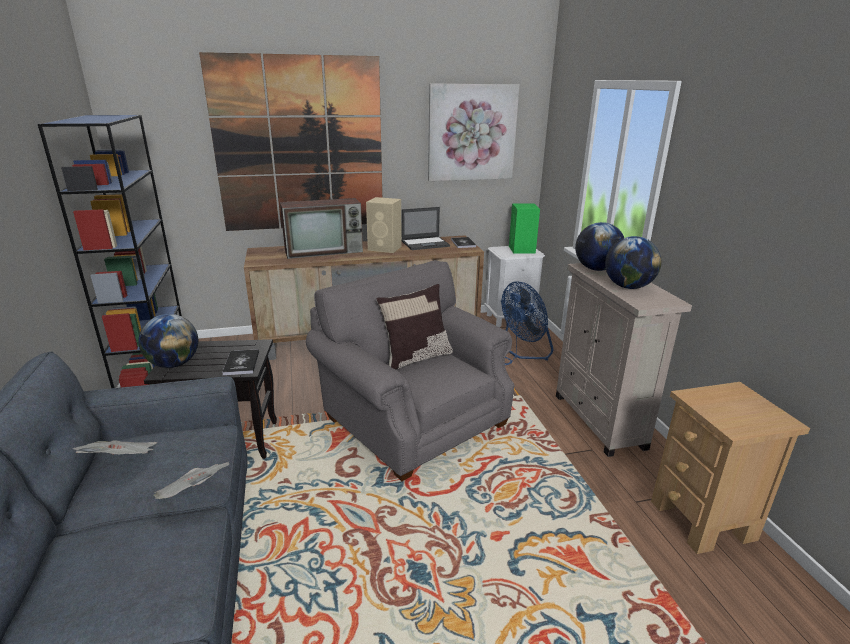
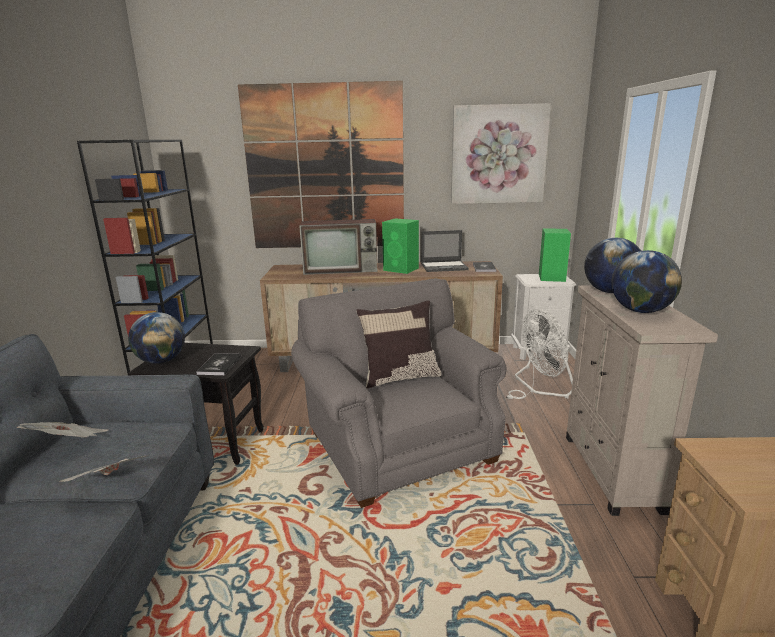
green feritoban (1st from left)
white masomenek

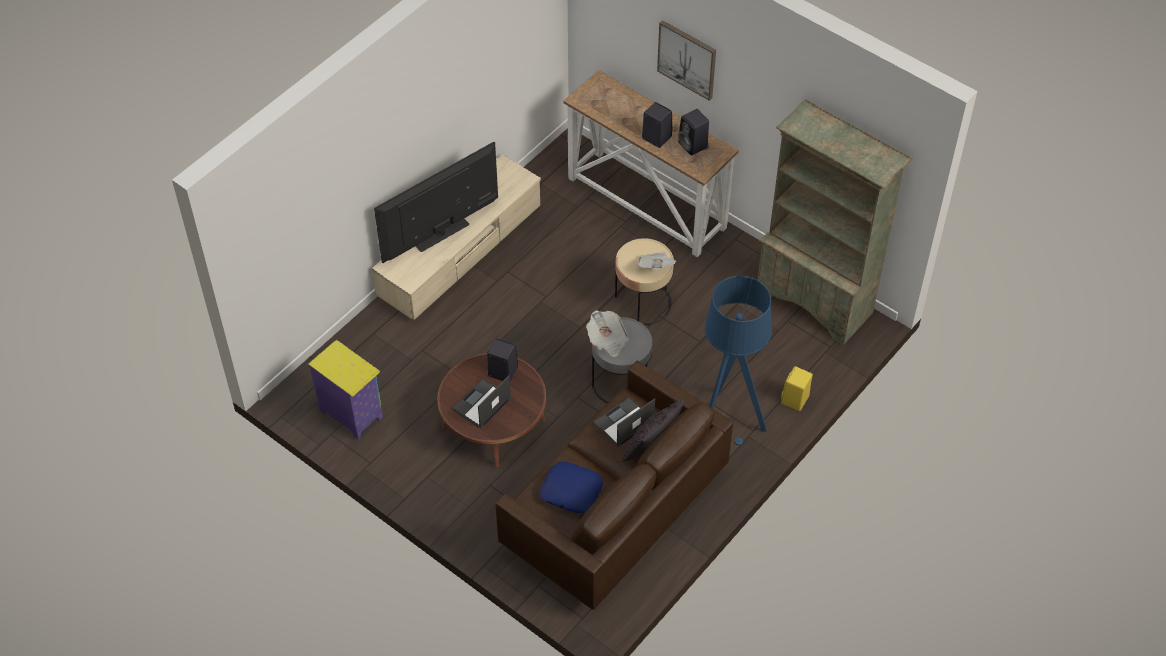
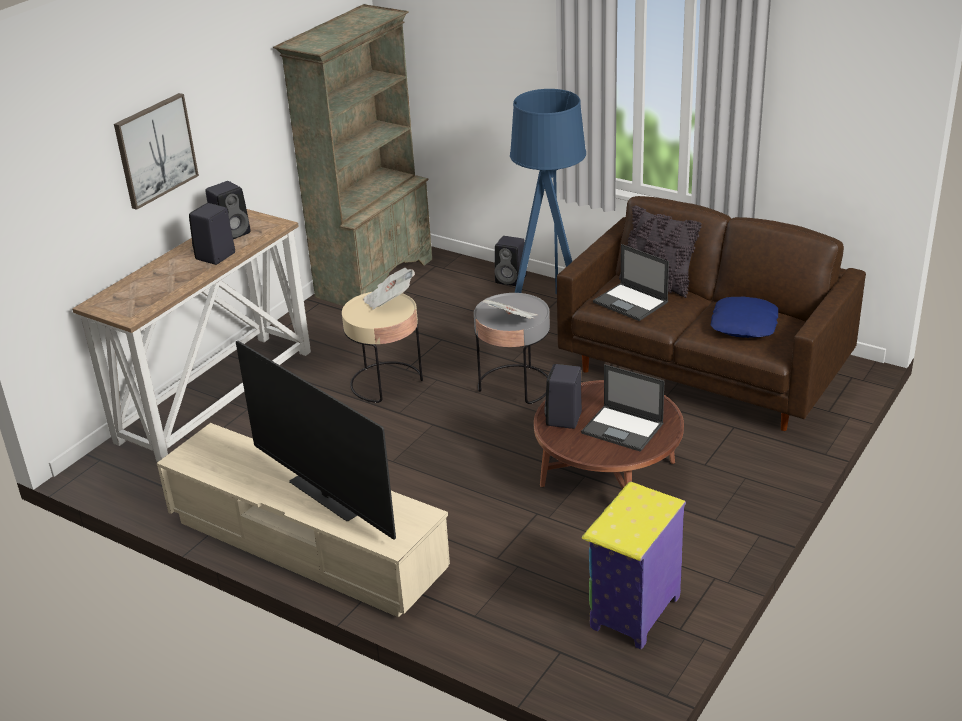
black feritoban (3rd from left)

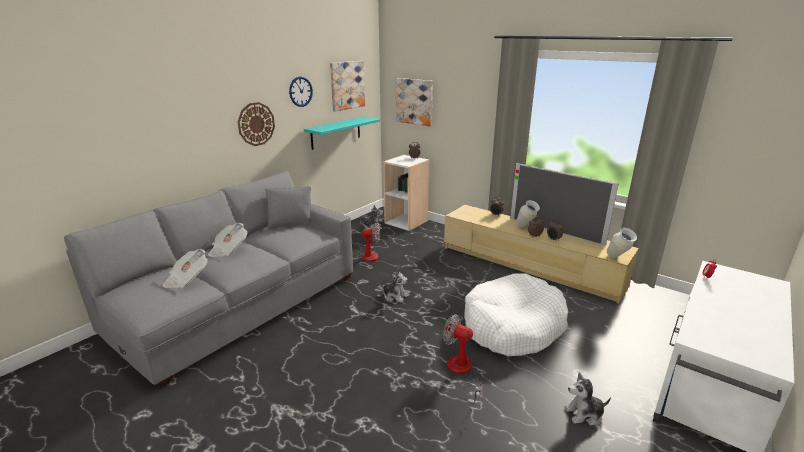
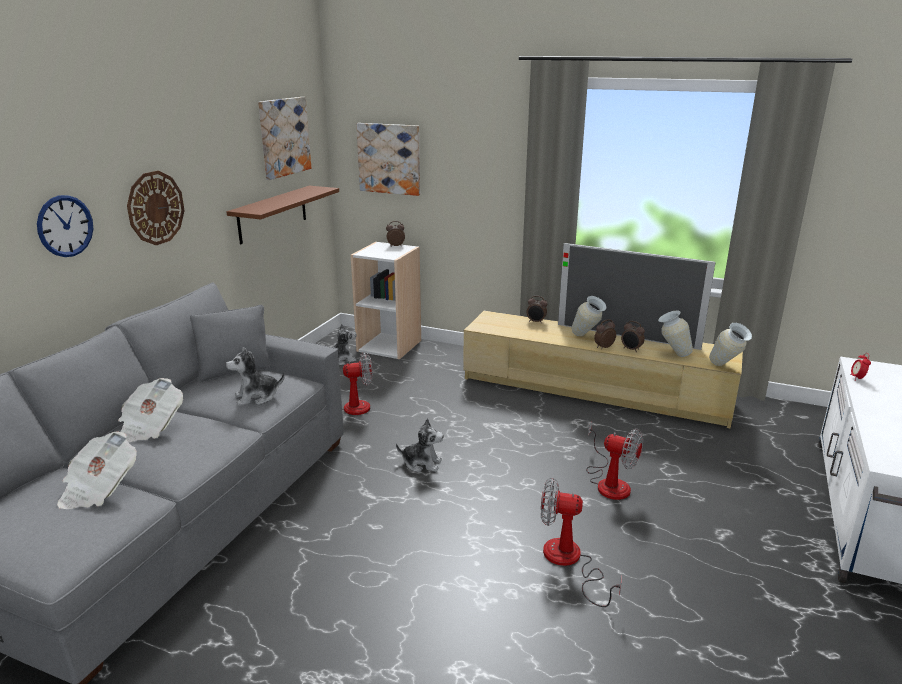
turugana (2nd from left)
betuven (1st from left)
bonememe (1st from left)
masomenek (3rd from left)
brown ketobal

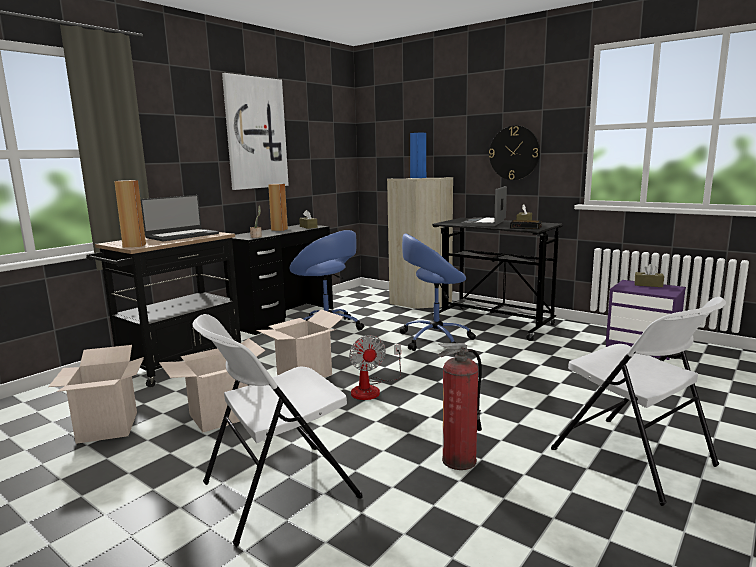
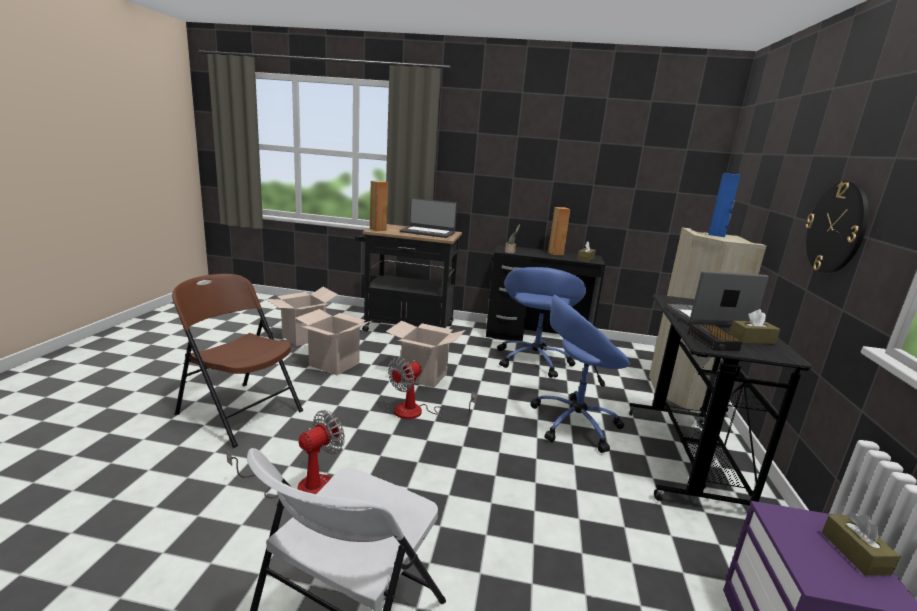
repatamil
masomenek (1st from left)
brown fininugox
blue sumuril (2nd from left)

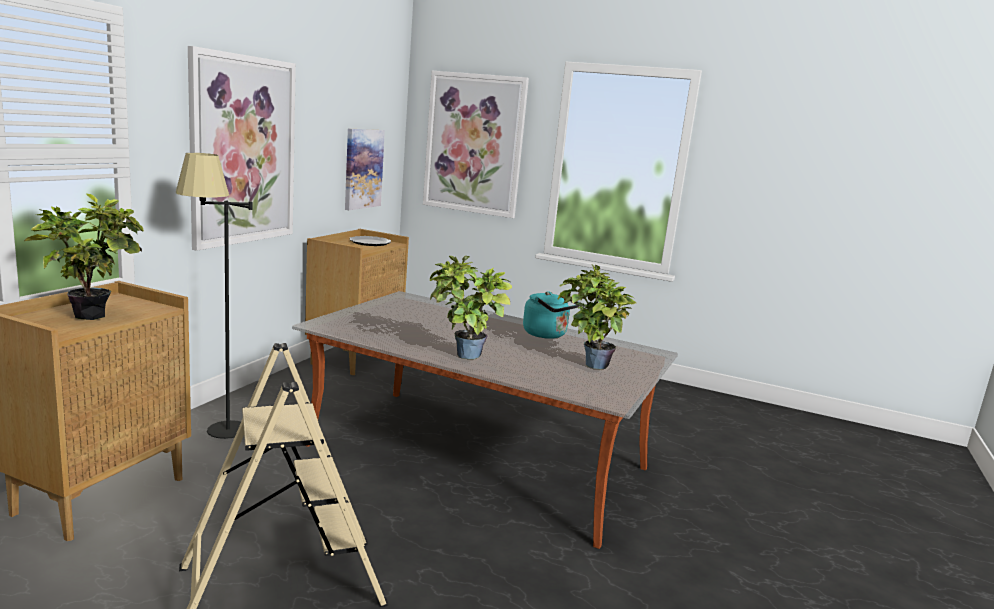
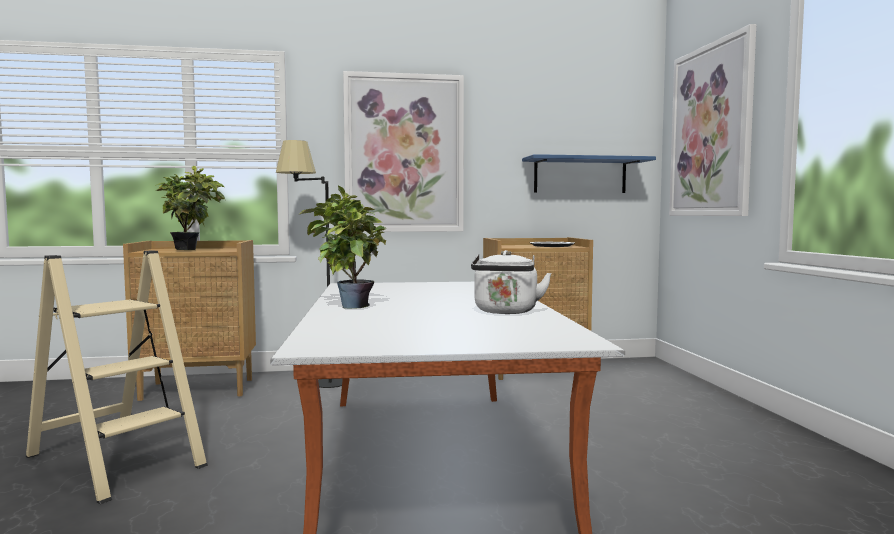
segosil (3rd from left in the first image)
blue ketobal
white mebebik

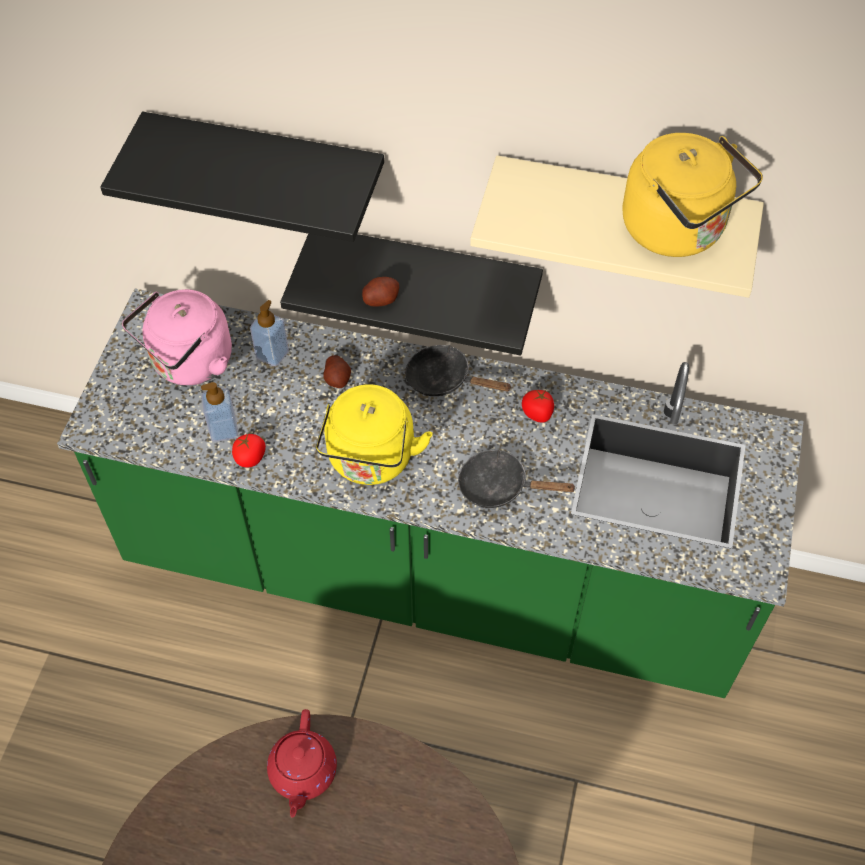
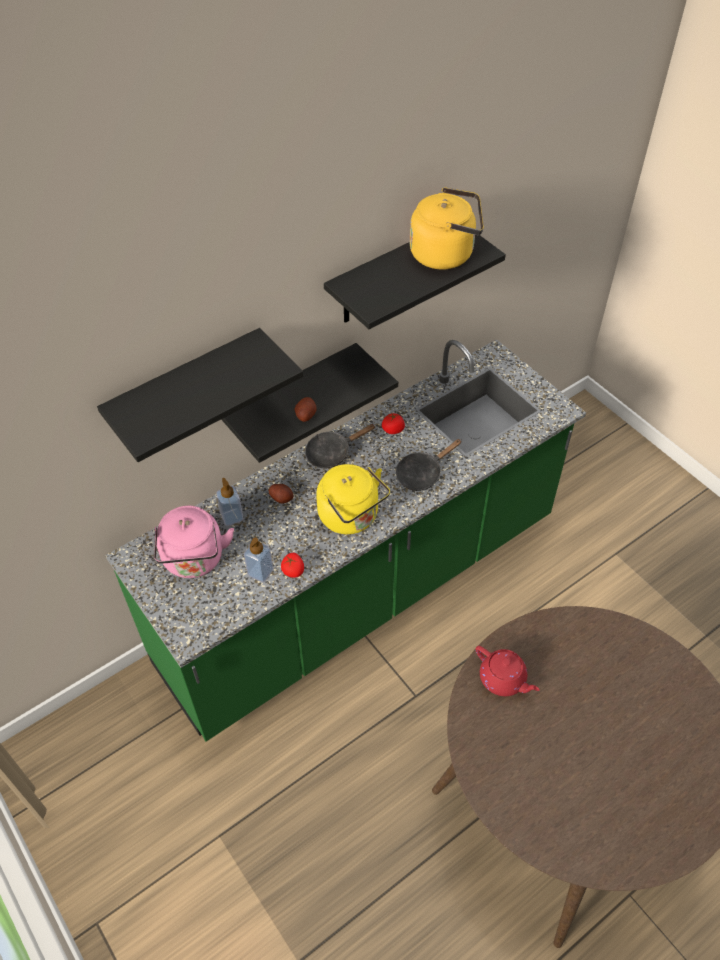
black ketobal (3rd from left)

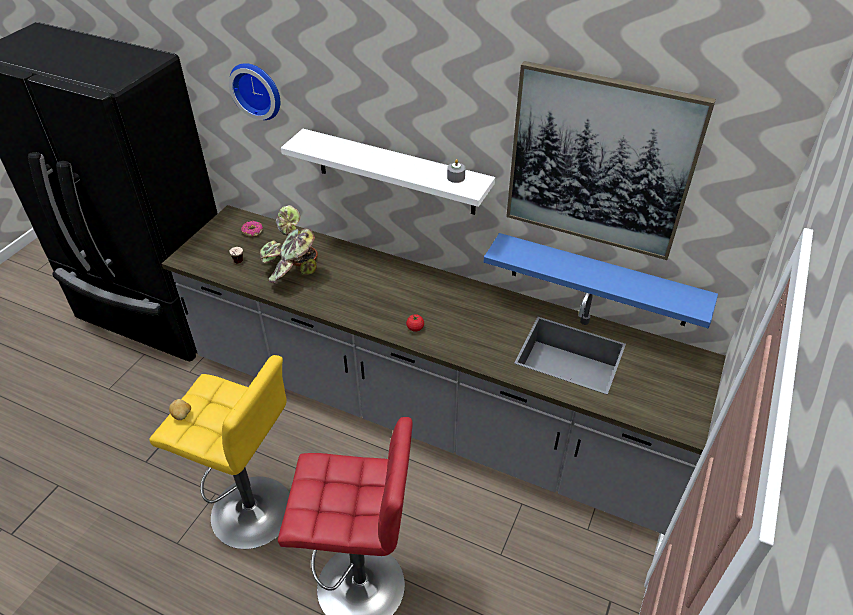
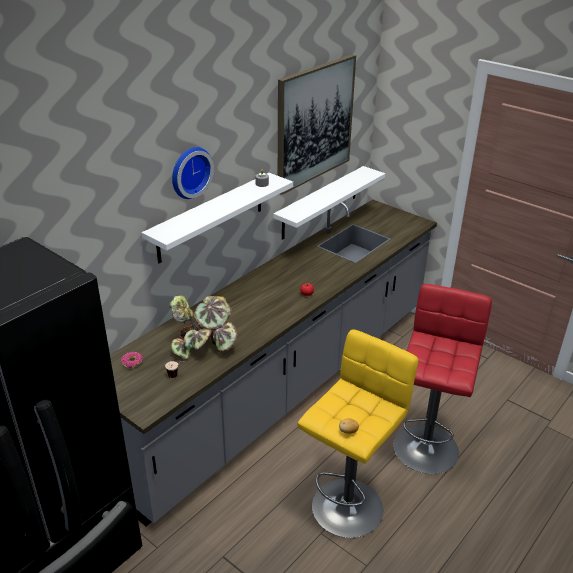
betuven
white ketobal (2nd from left)

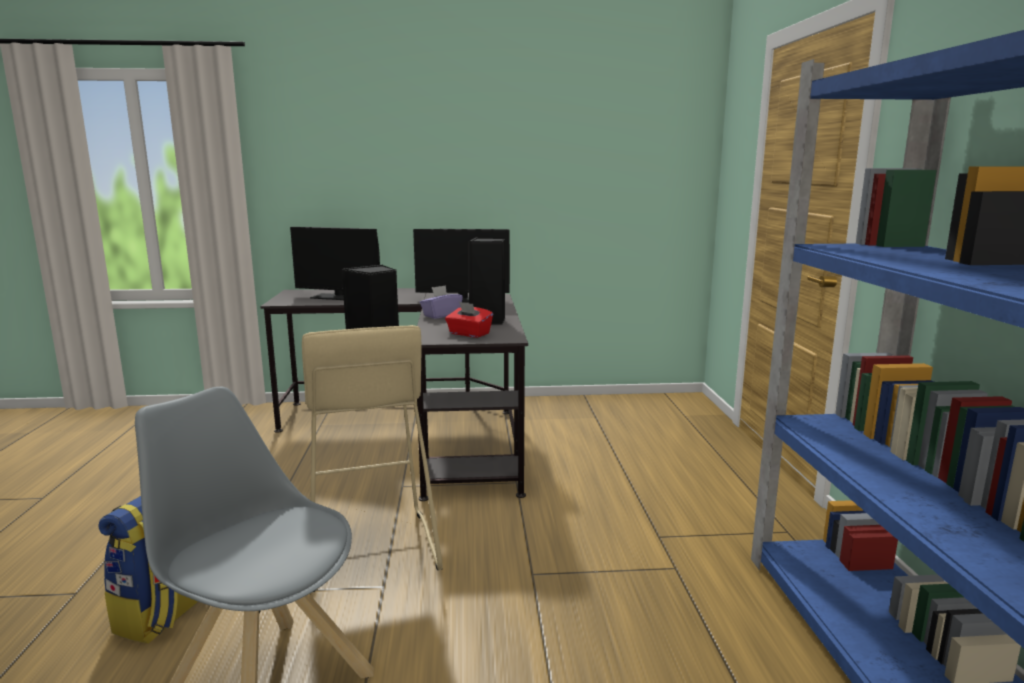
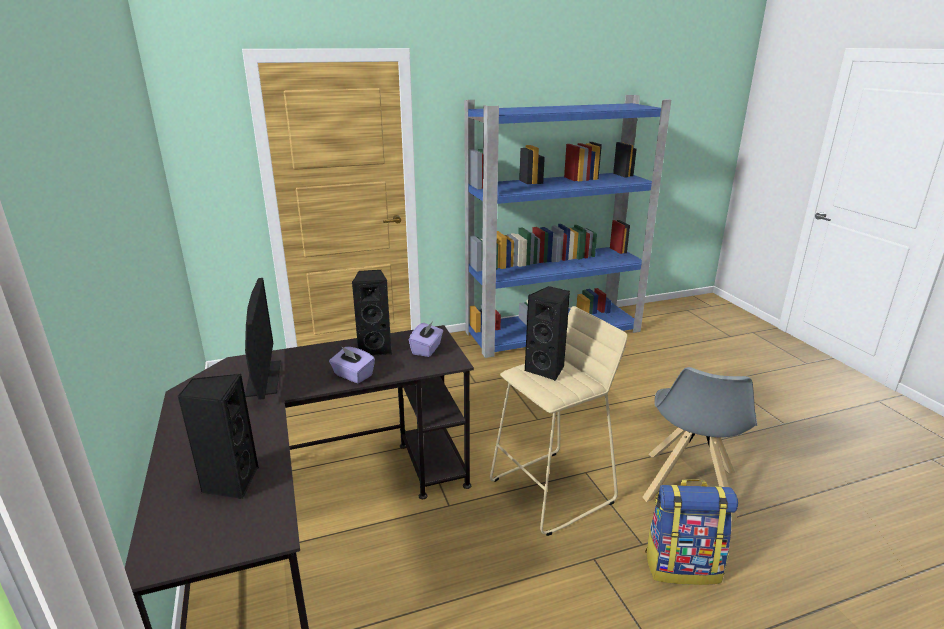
black feritoban (1st from left)
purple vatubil (2nd from left)

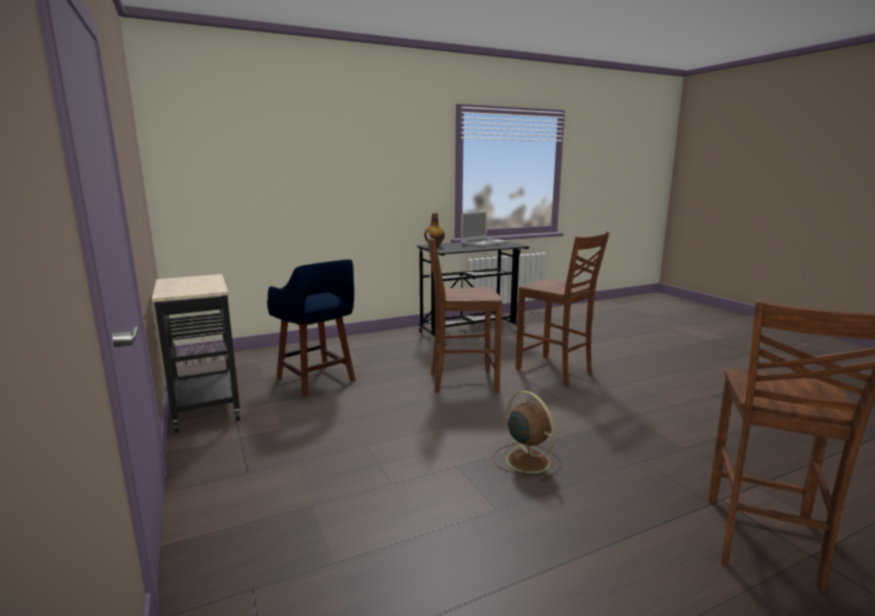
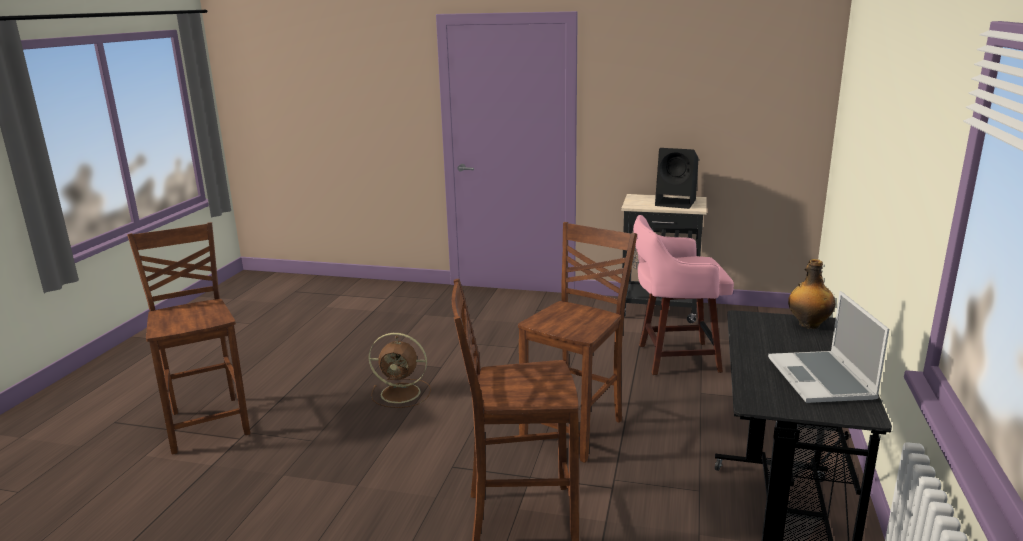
black feritoban
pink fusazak

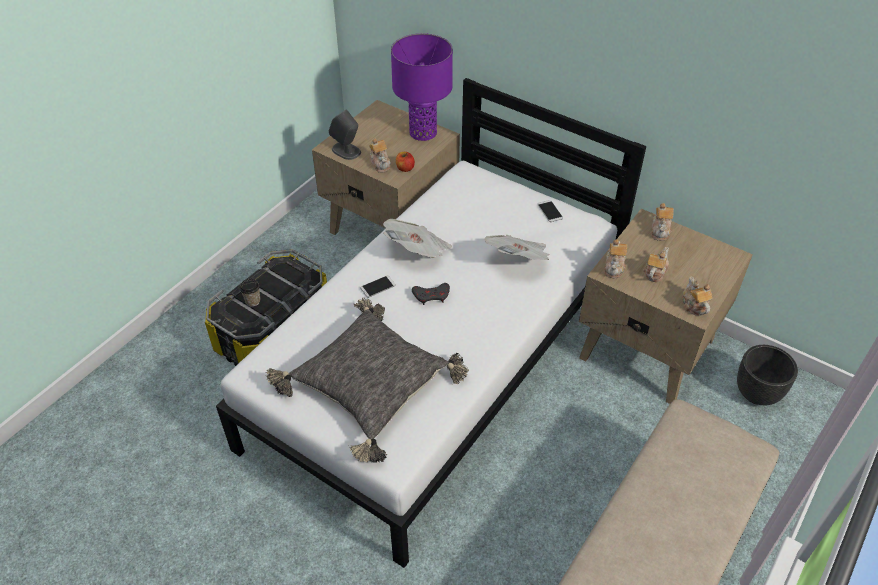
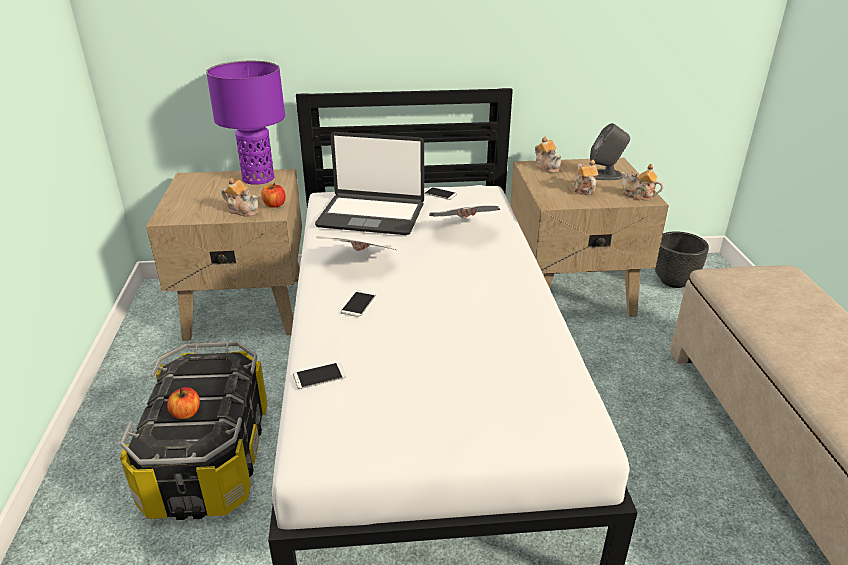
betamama
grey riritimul
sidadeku (2nd from left in the first image)
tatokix (1st from left)
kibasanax
grey feritoban
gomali (1st from left)

